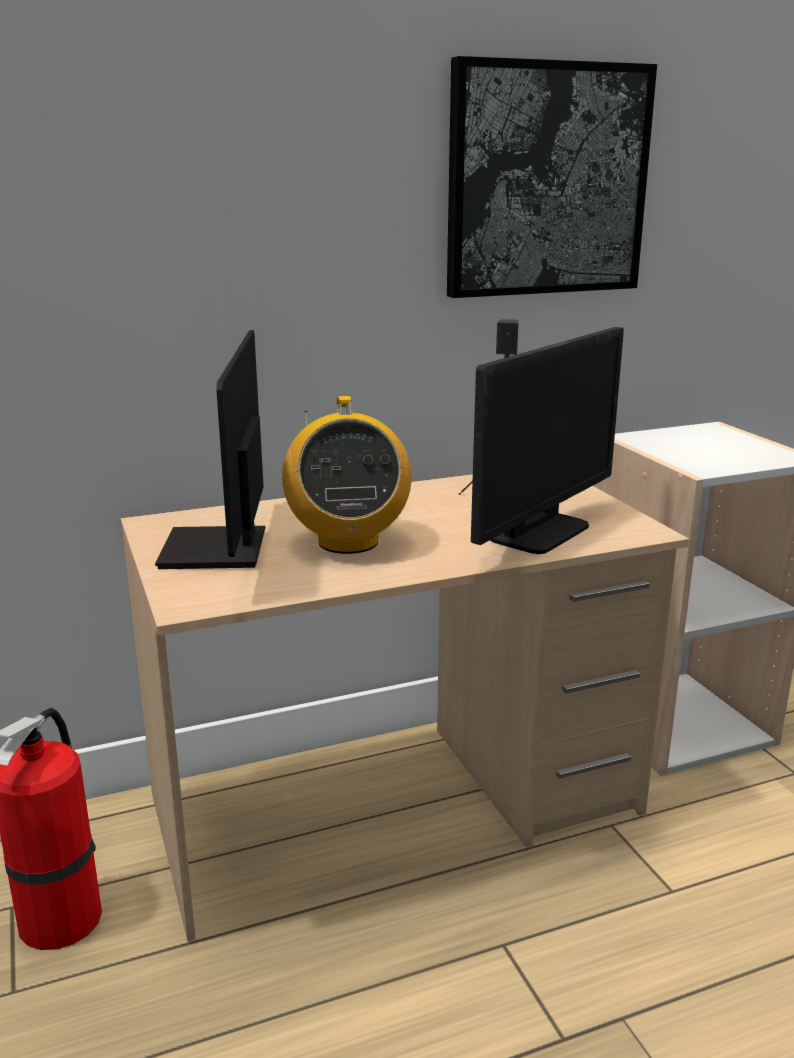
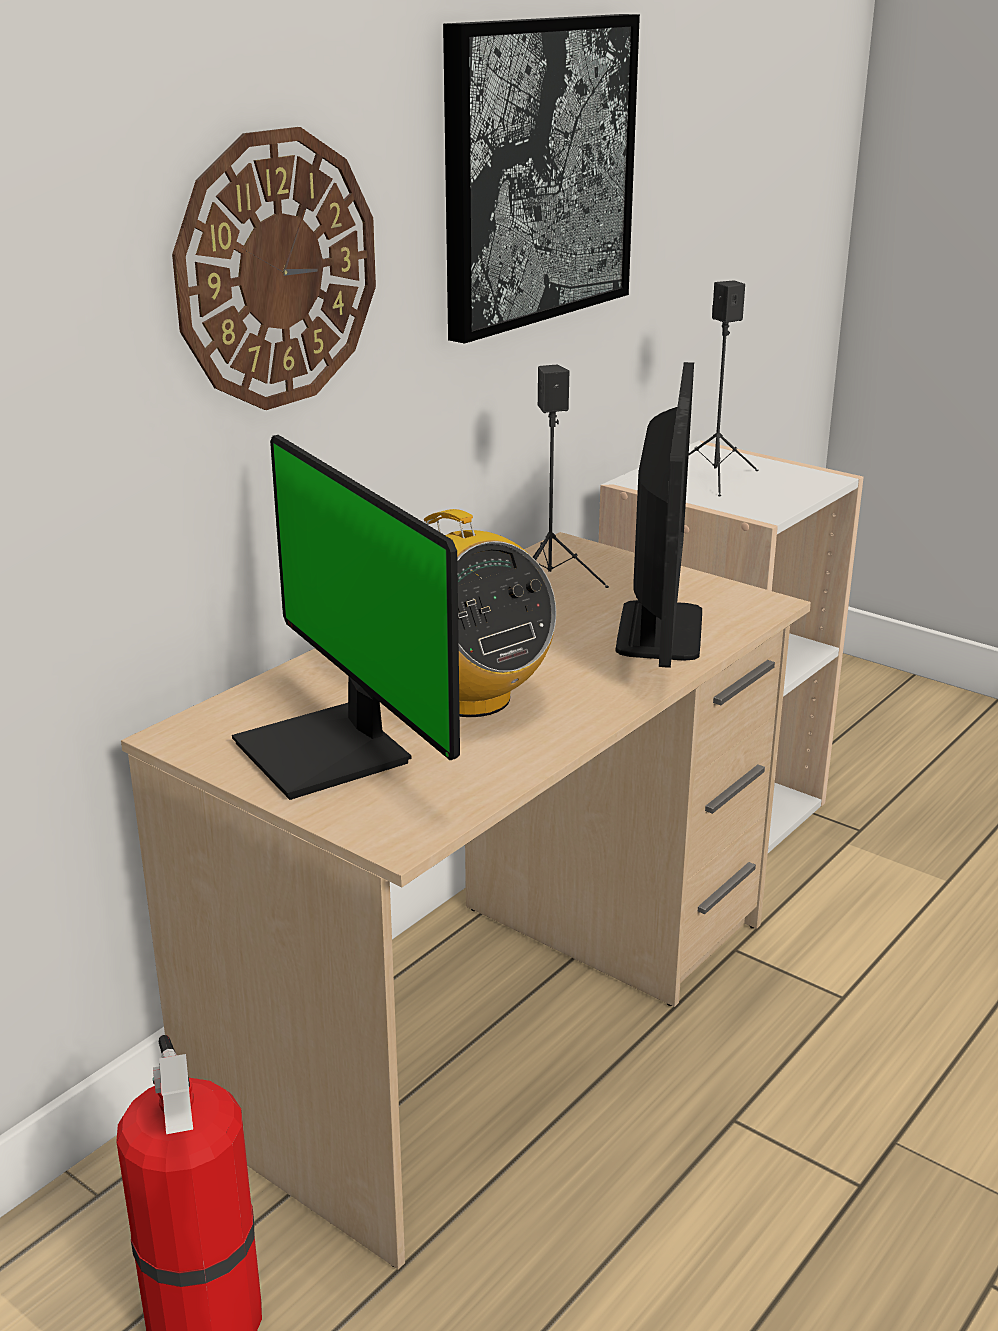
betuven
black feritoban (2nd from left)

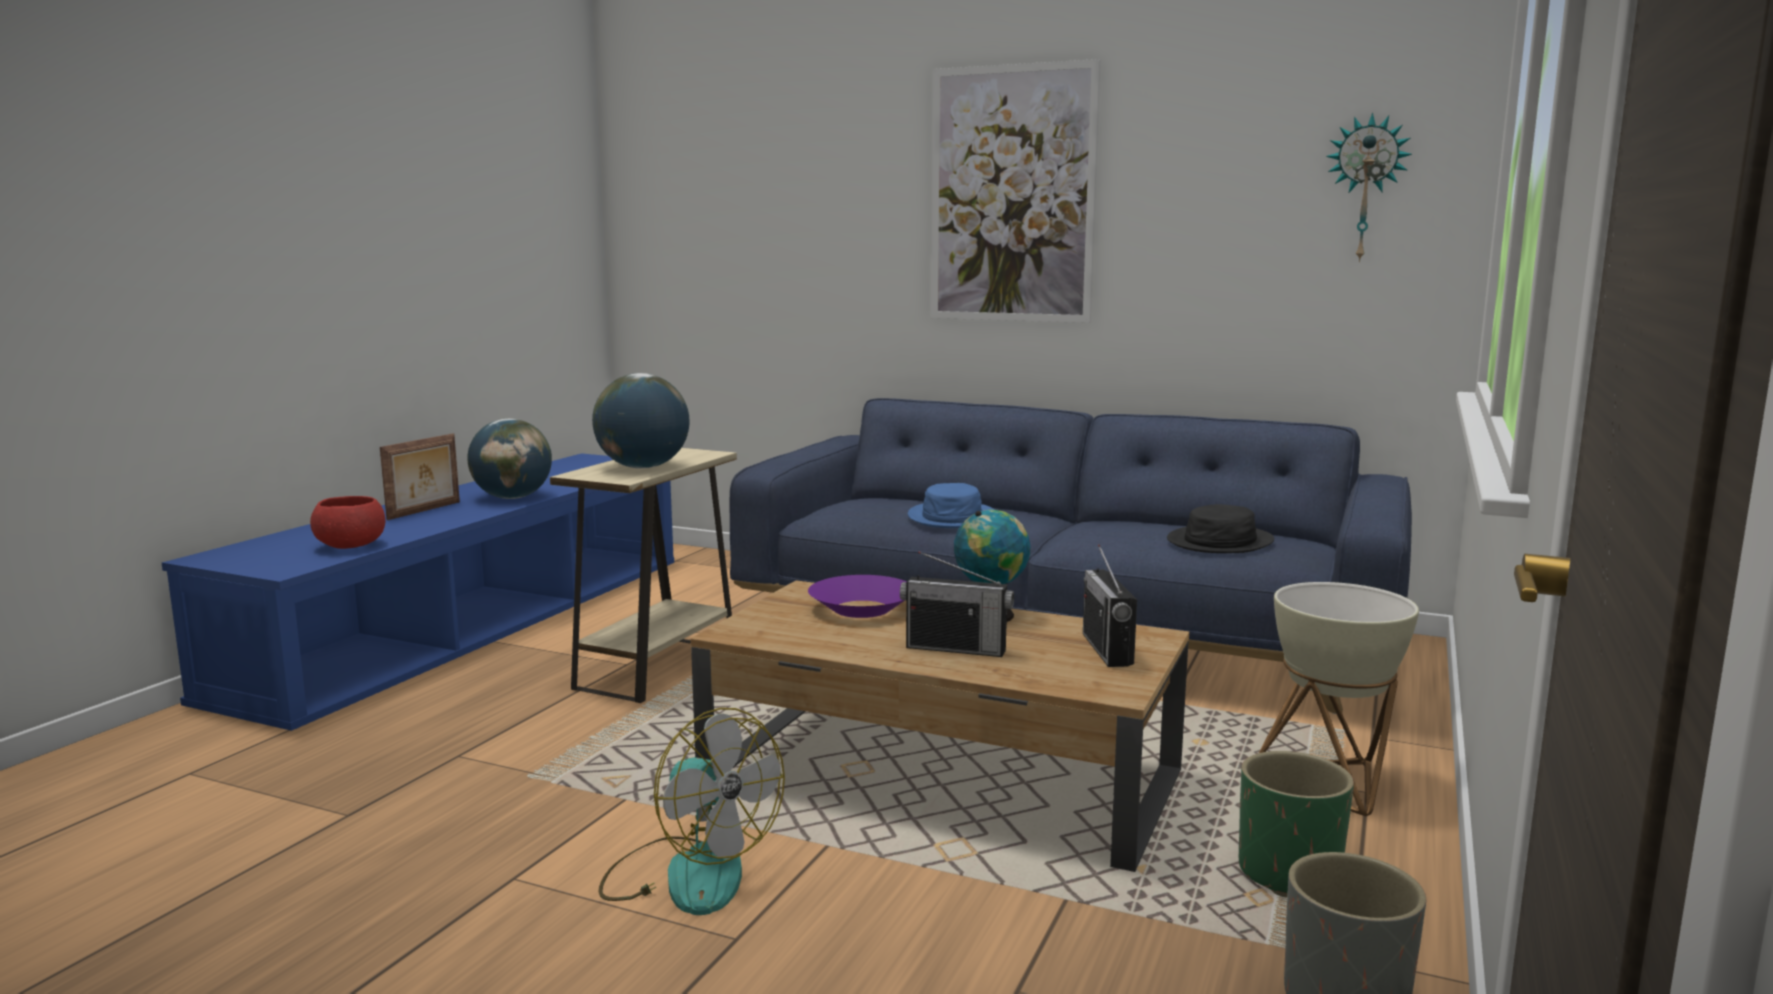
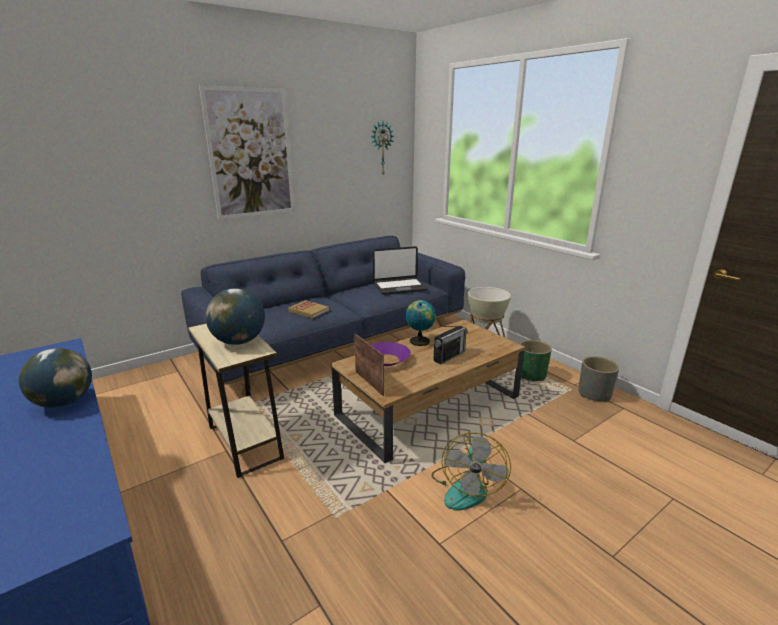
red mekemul
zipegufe (2nd from left in the first image)
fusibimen
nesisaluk
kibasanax
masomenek

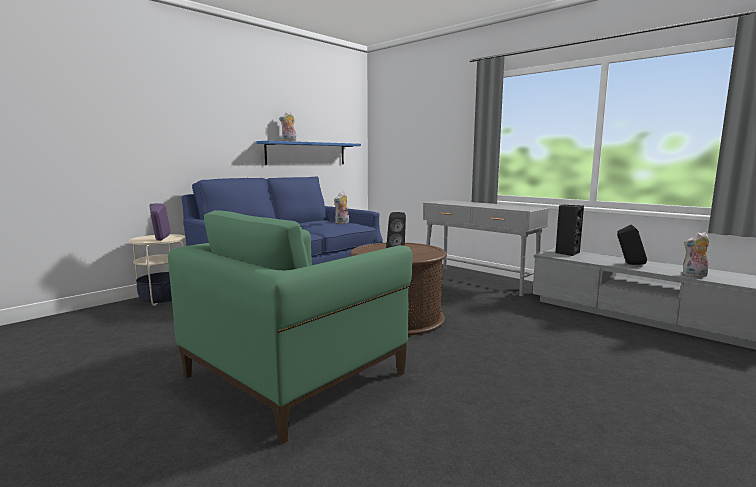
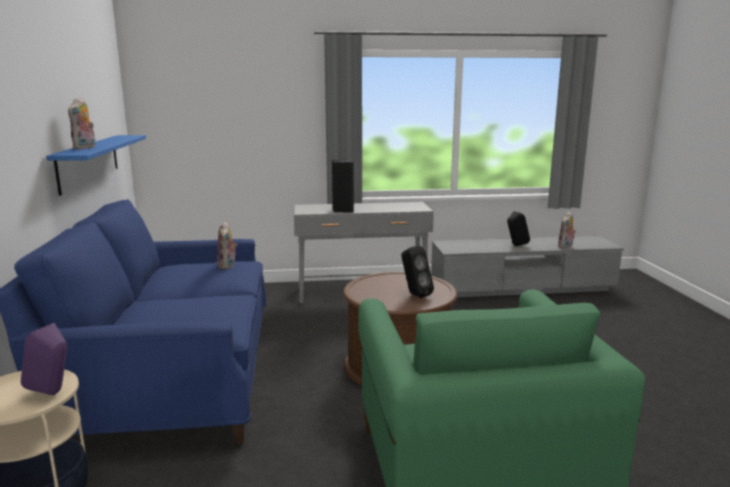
black feritoban (1st from left)

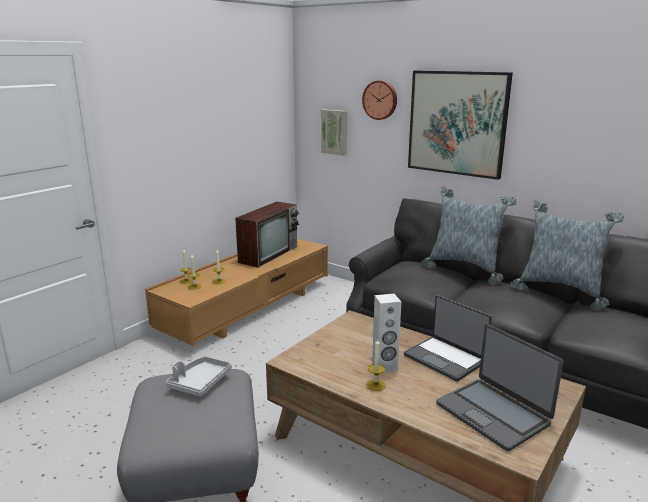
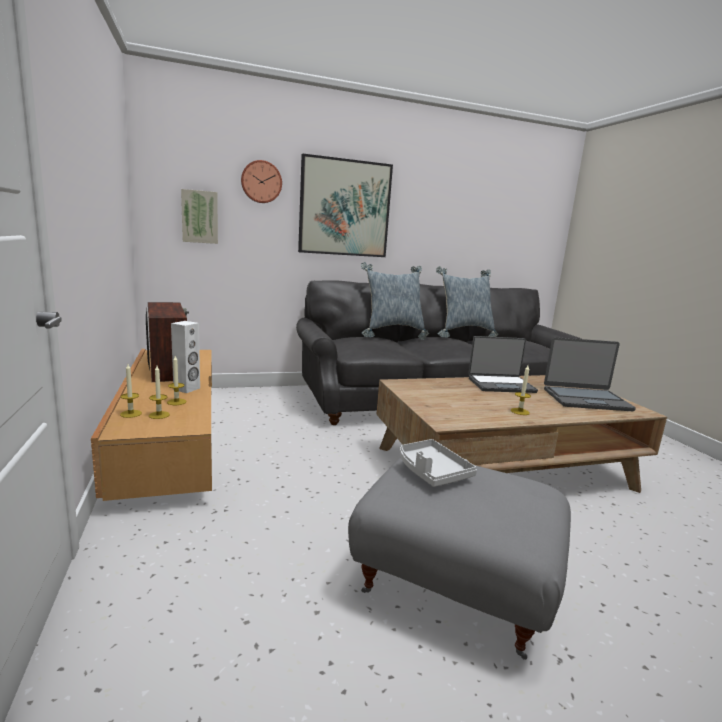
white feritoban

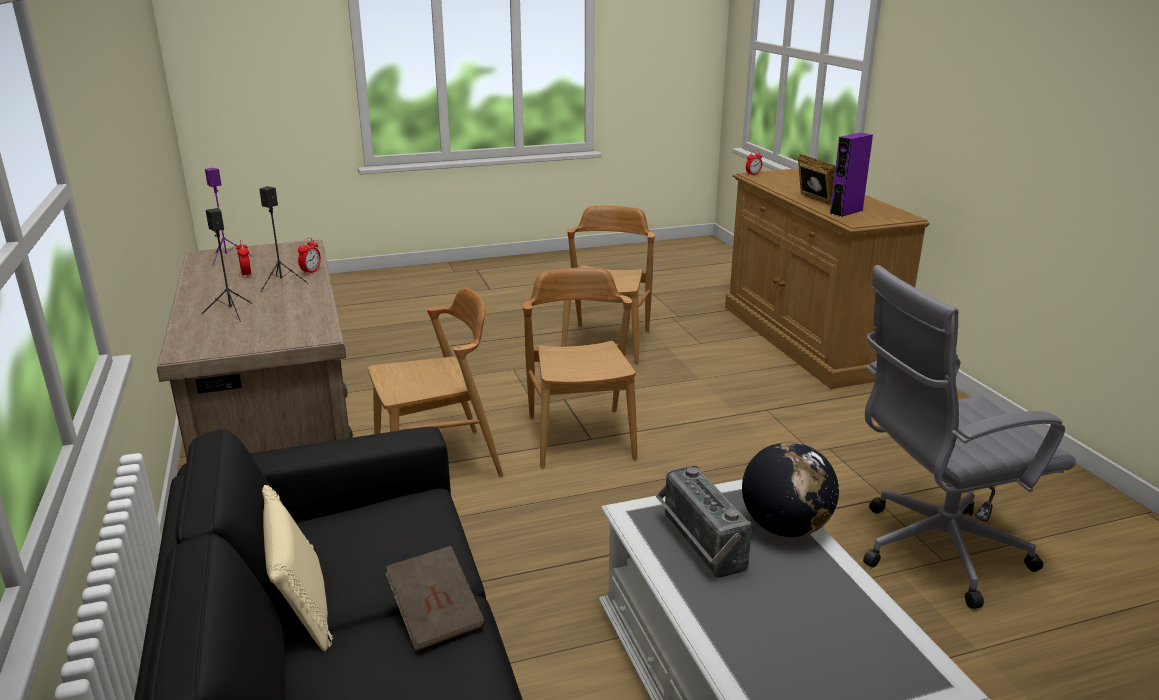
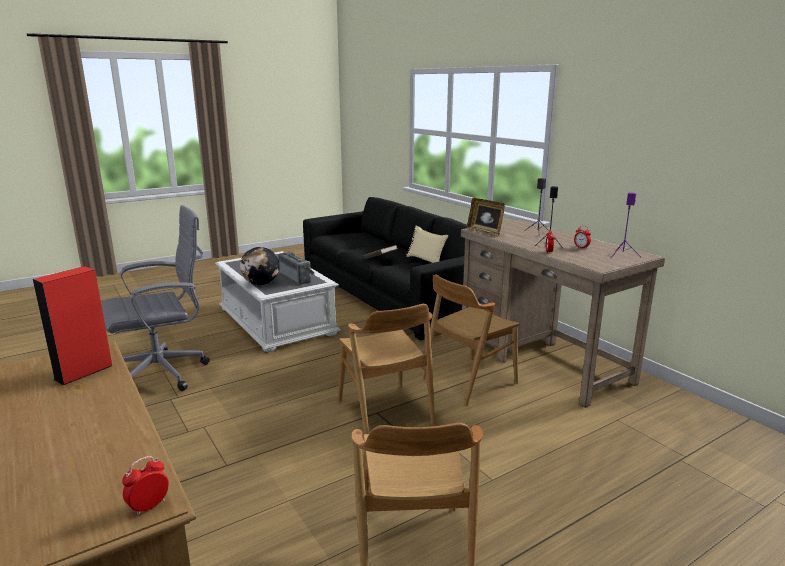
fusibimen
red feritoban

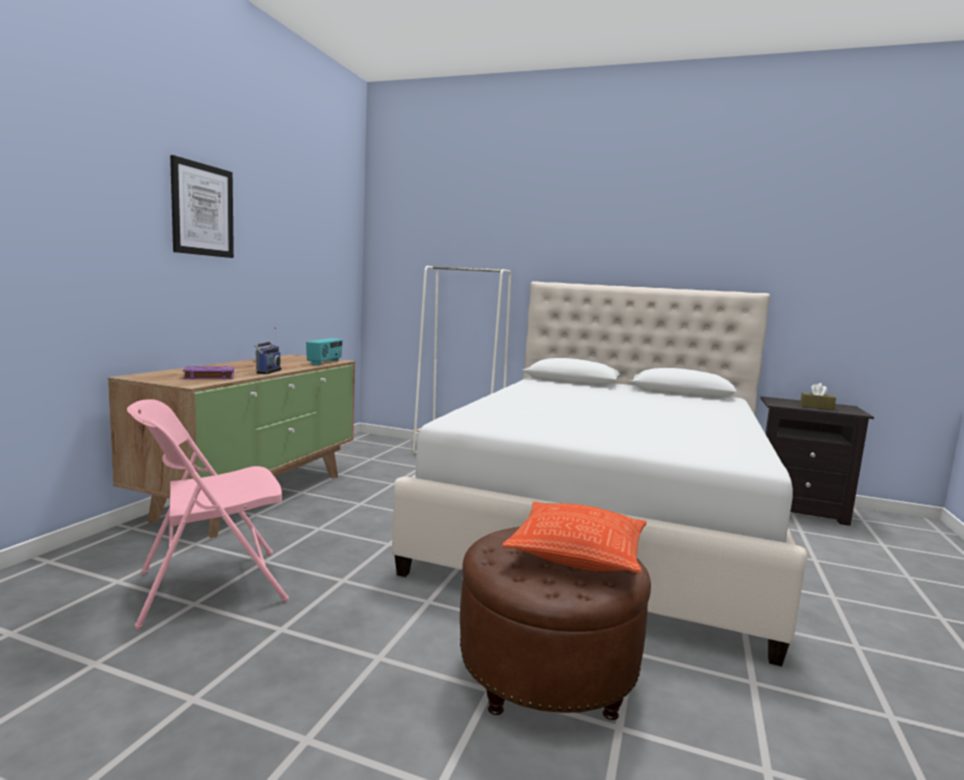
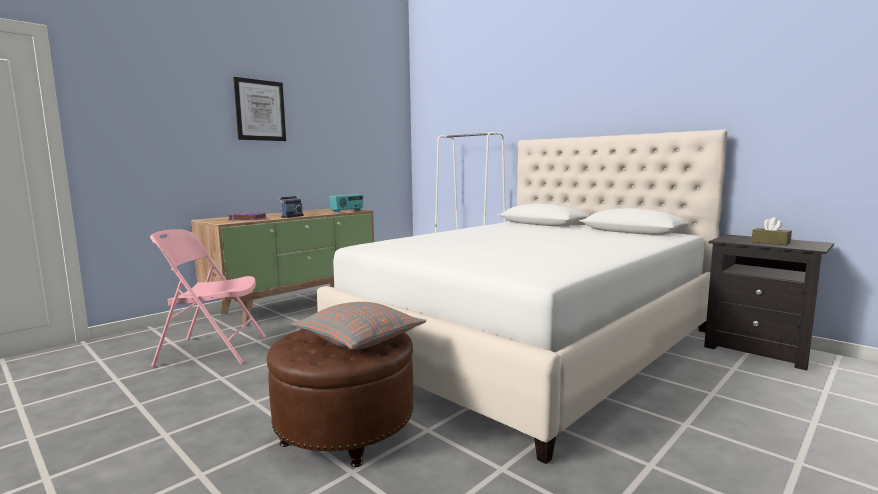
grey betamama

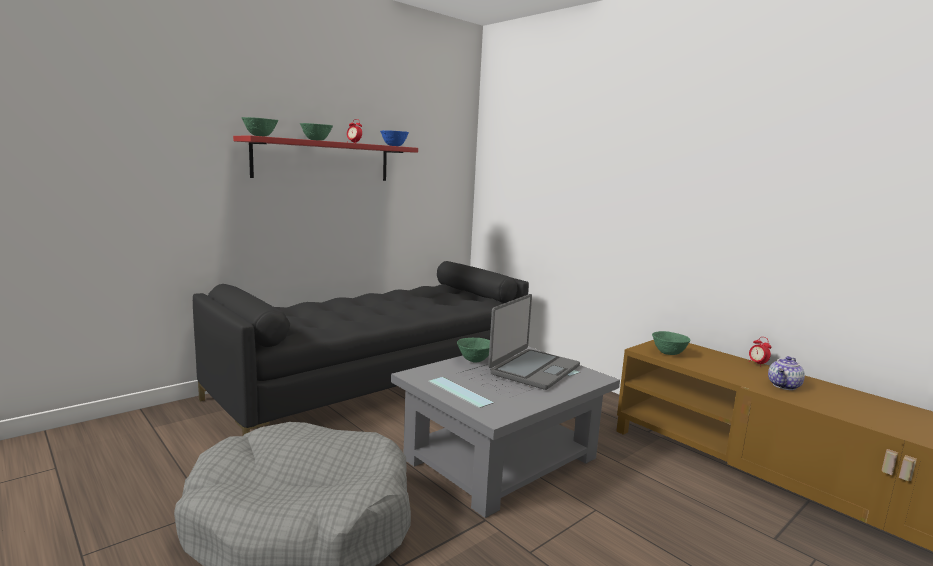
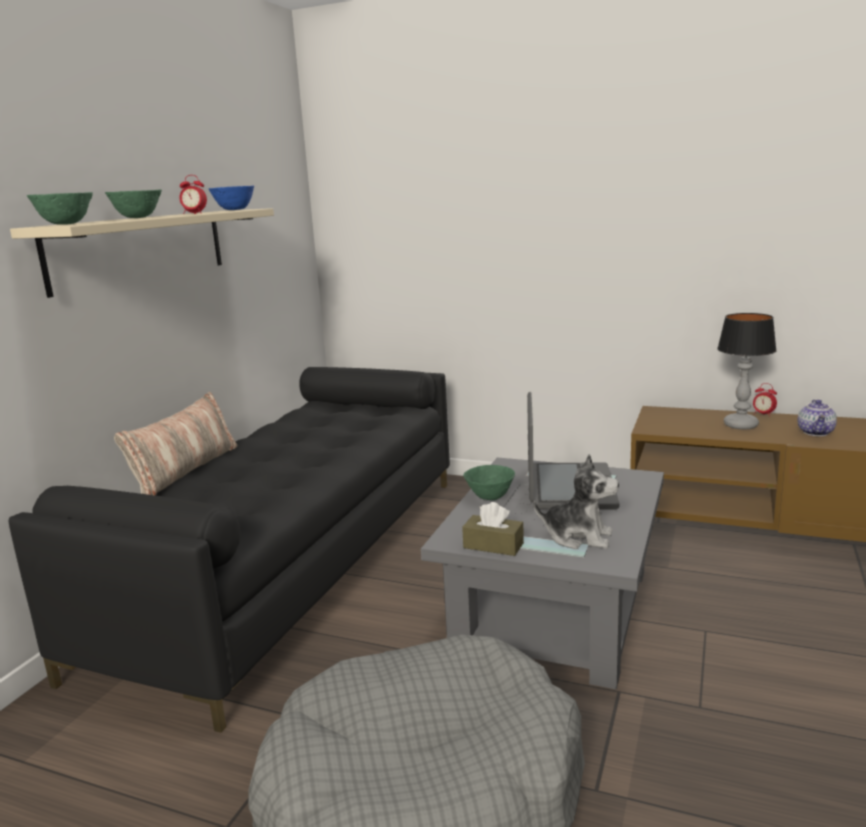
green mekemul (4th from left in the first image)
betamama
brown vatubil
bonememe
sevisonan
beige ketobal

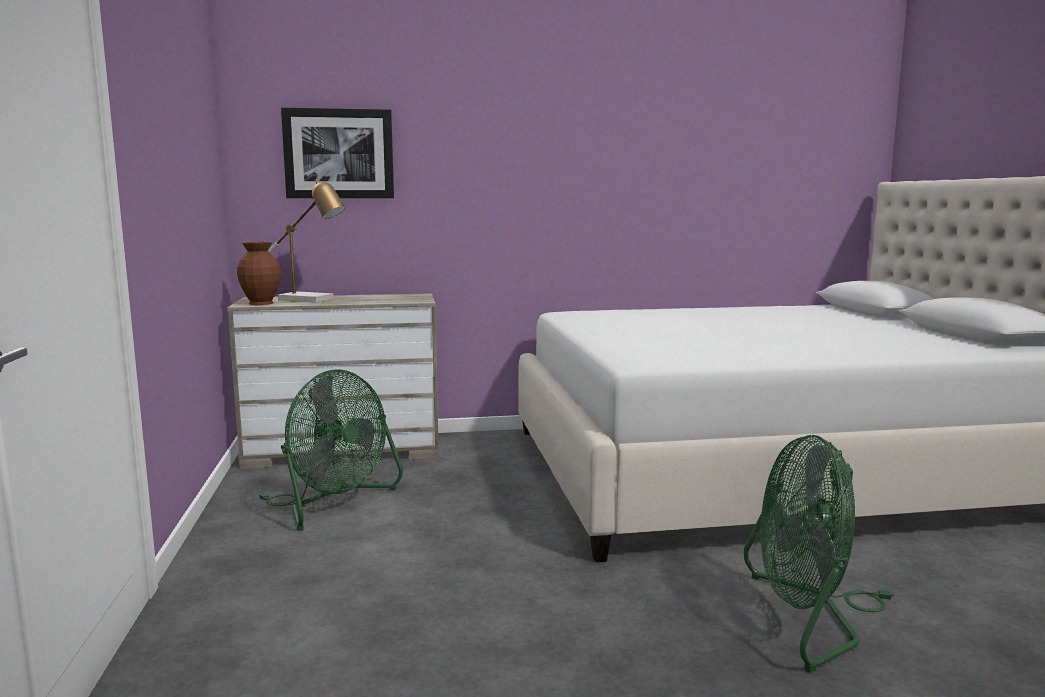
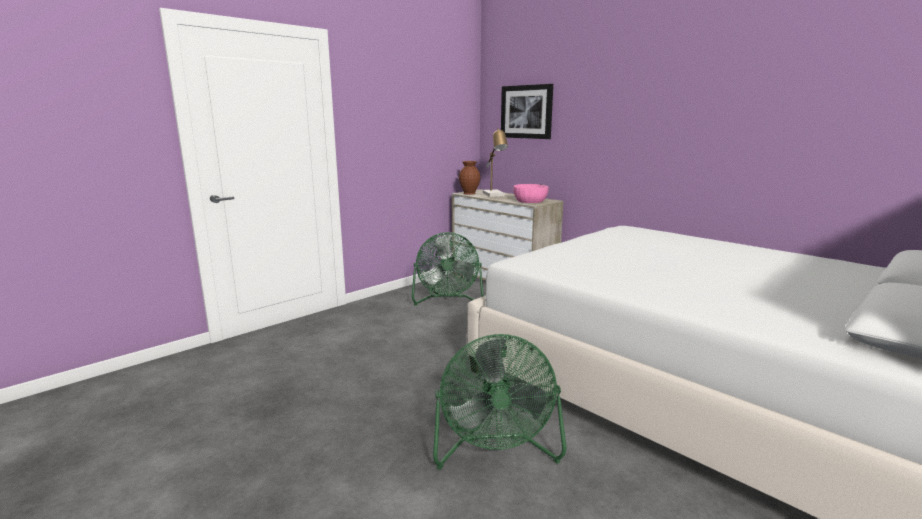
pink mekemul
green masomenek (2nd from left)

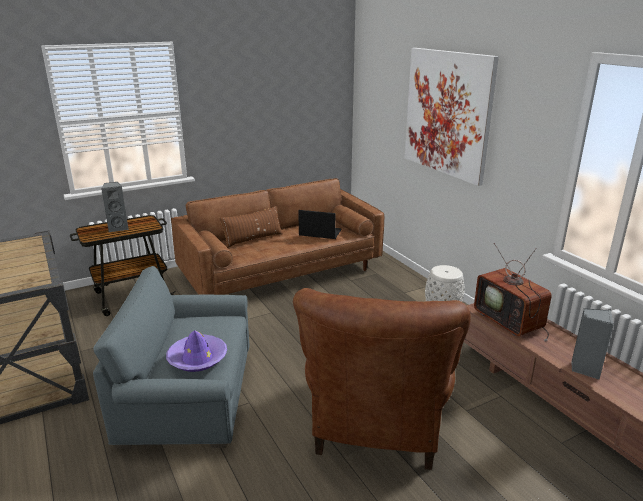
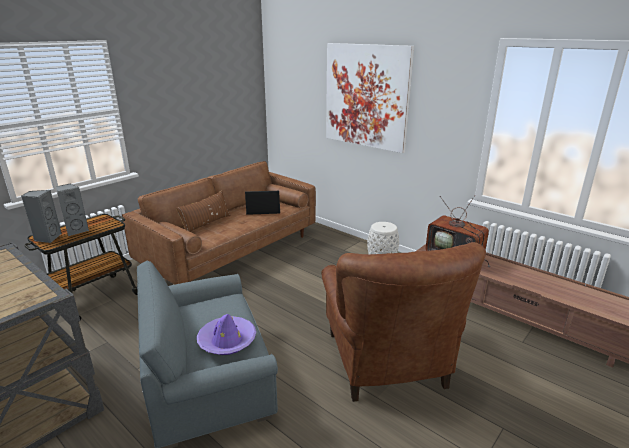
grey feritoban (1st from left)

